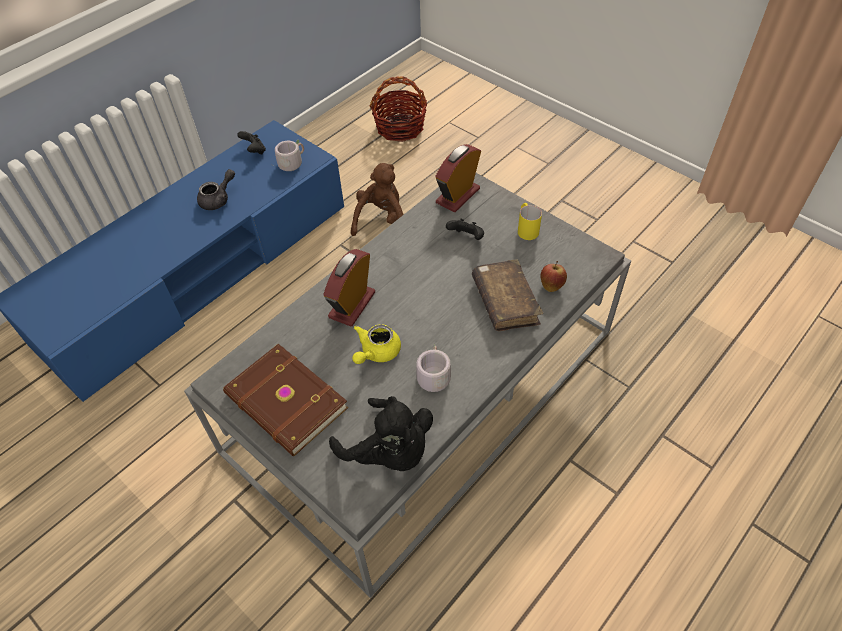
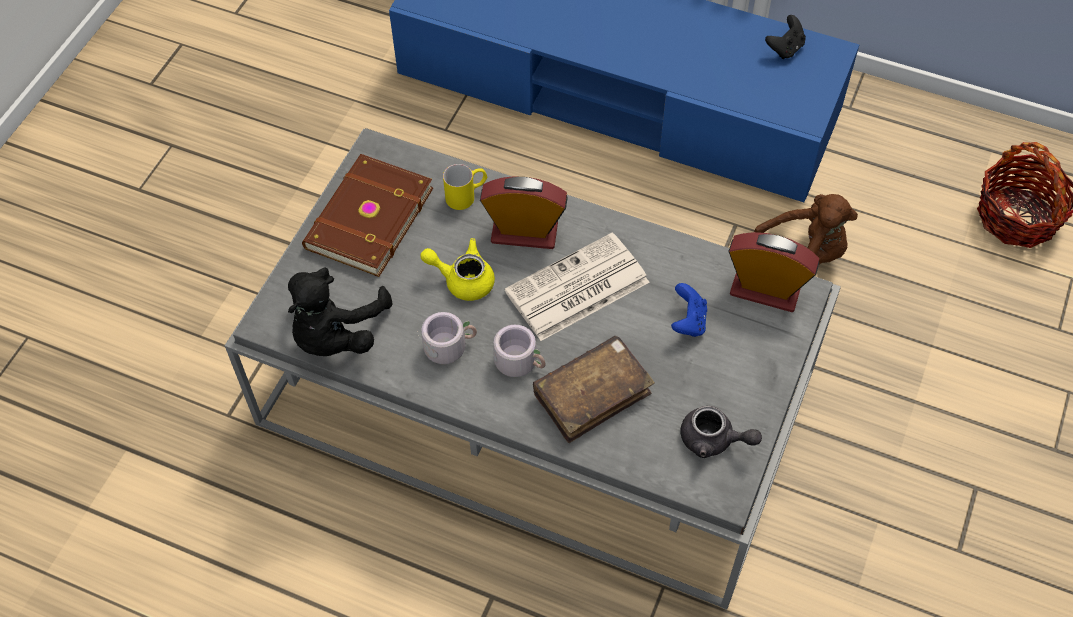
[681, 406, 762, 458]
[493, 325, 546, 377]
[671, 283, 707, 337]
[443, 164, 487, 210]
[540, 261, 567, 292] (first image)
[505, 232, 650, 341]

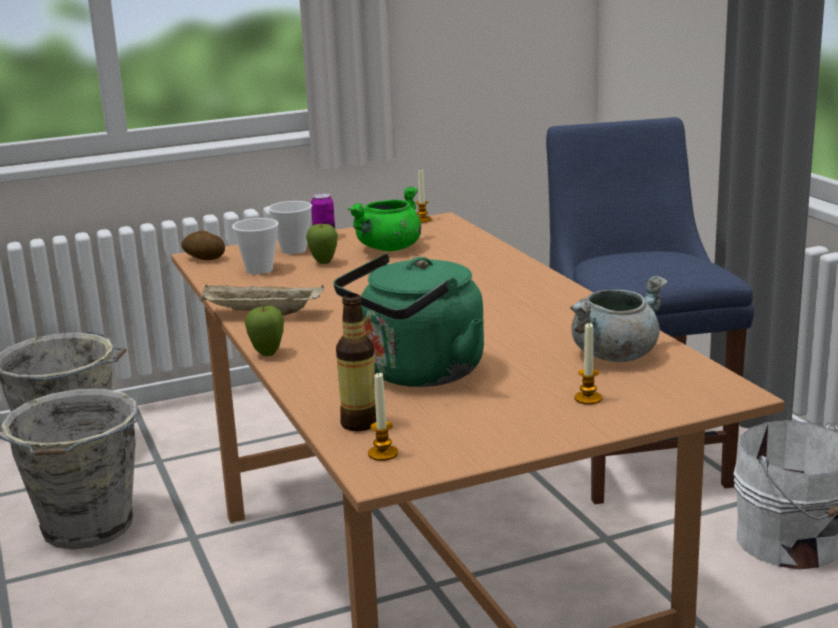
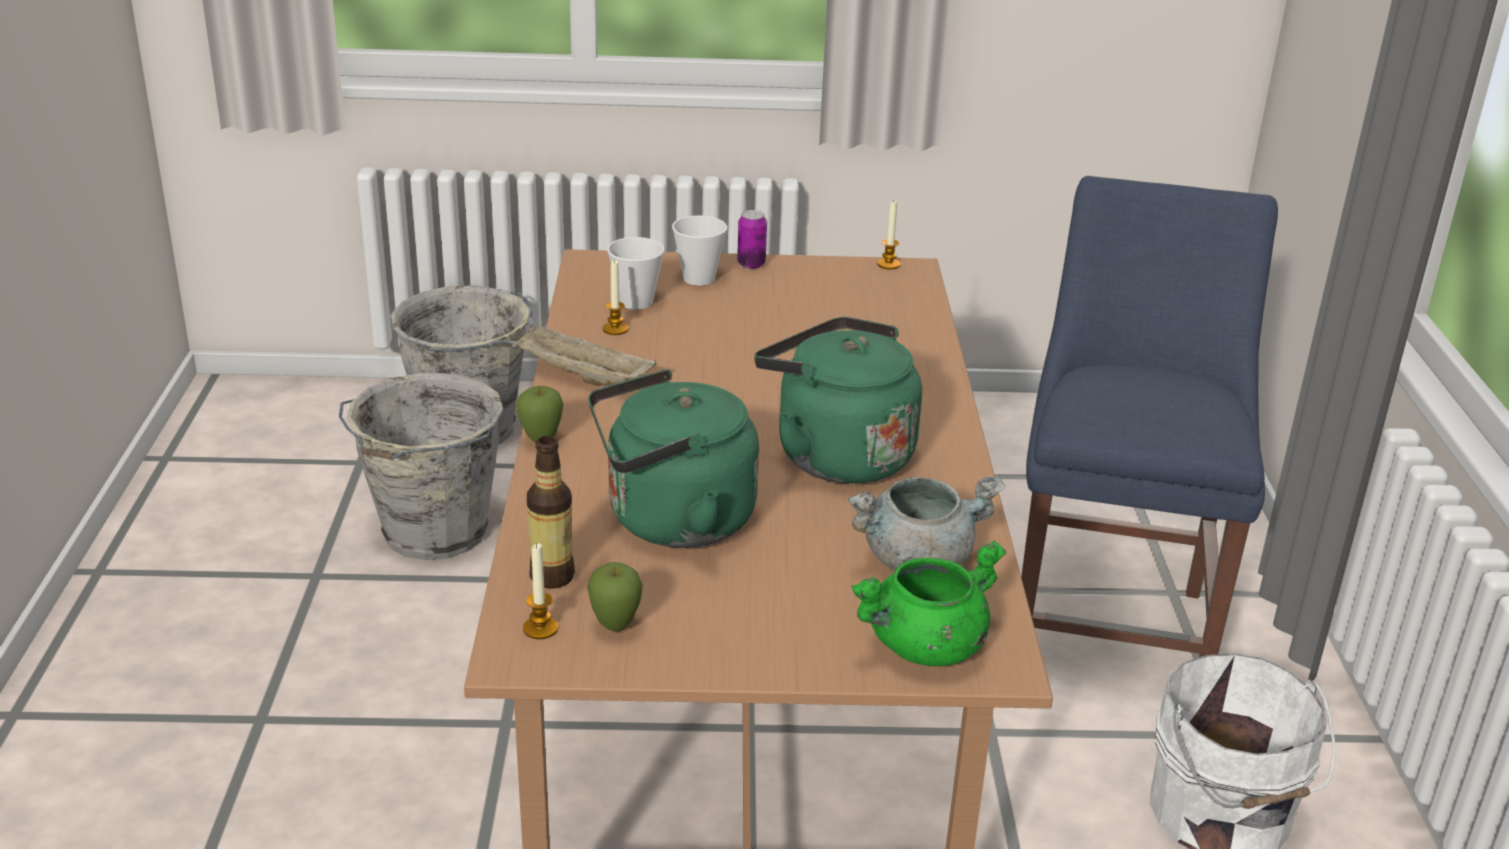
[181, 230, 225, 260] (first image)
[587, 562, 643, 631]
[851, 541, 1006, 667]
[603, 259, 628, 335]
[754, 317, 922, 484]

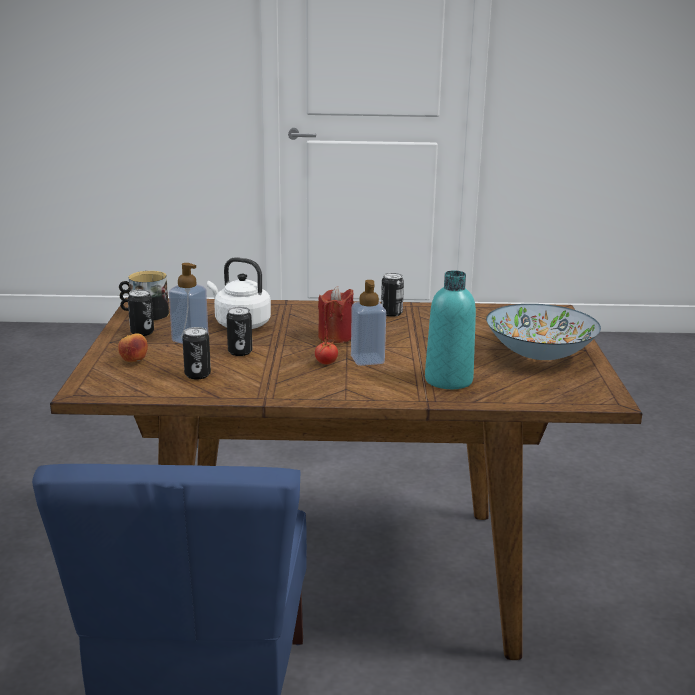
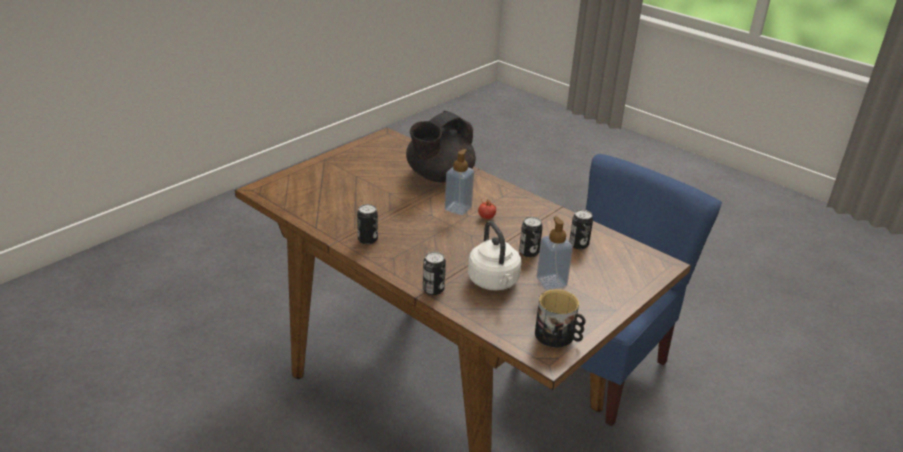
[118, 333, 148, 362] (first image)
[423, 252, 446, 295]
[318, 286, 354, 343] (first image)
[406, 111, 476, 182]
[486, 304, 601, 360] (first image)

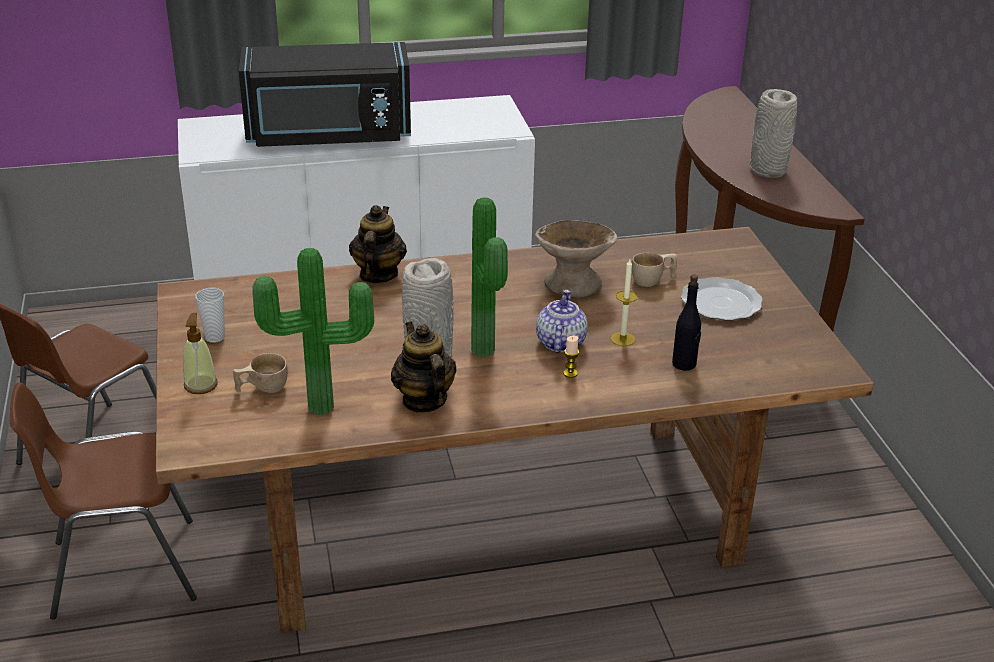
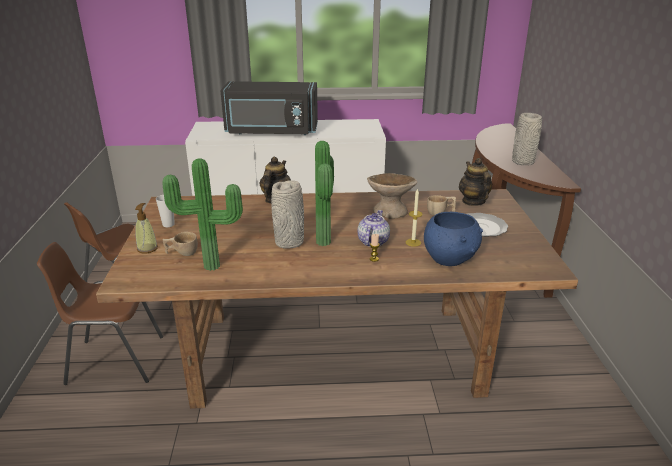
[459, 158, 493, 206]
[424, 212, 483, 266]

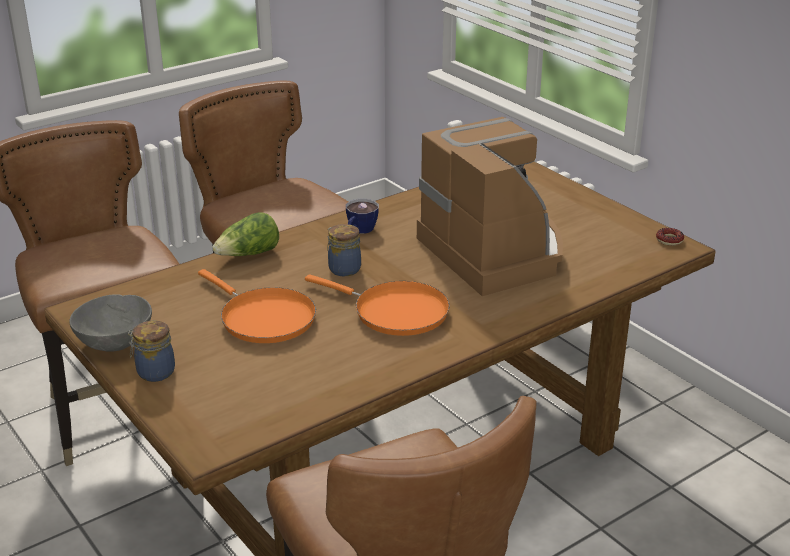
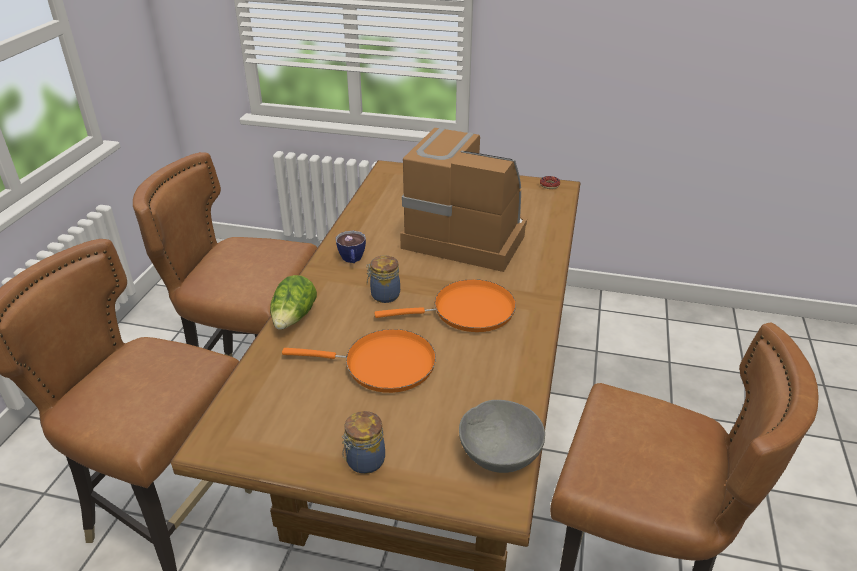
[459, 400, 545, 473]

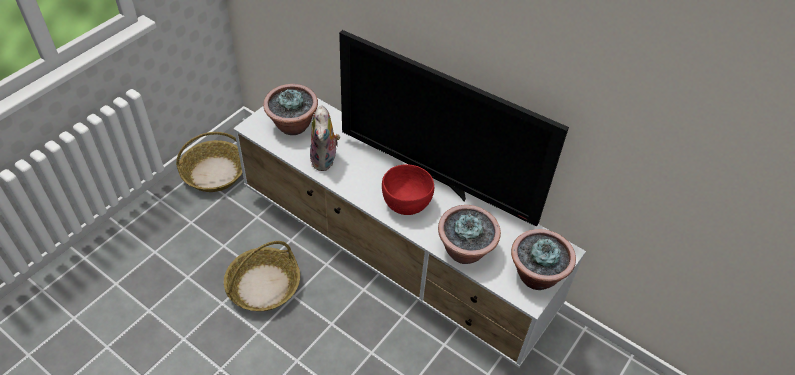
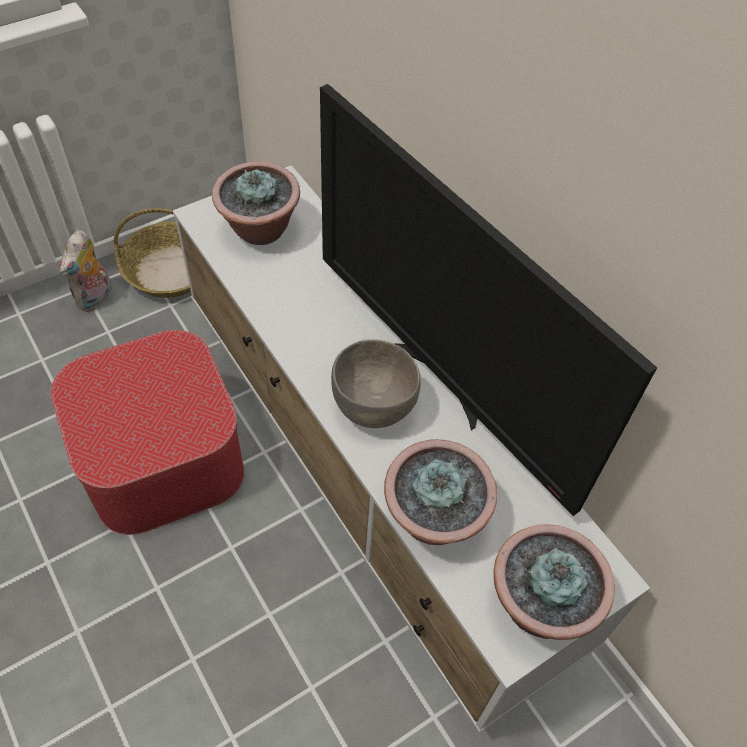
[51, 330, 244, 535]
[60, 230, 113, 312]
[331, 339, 420, 428]

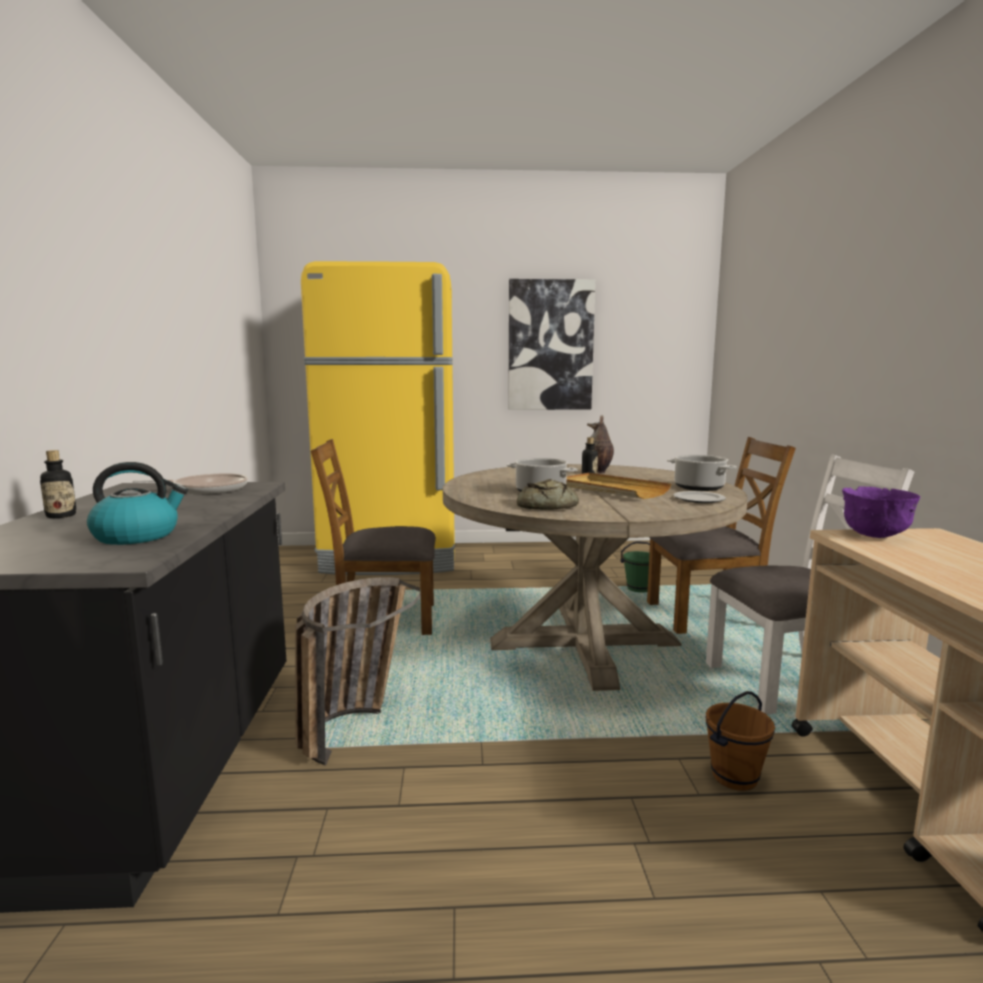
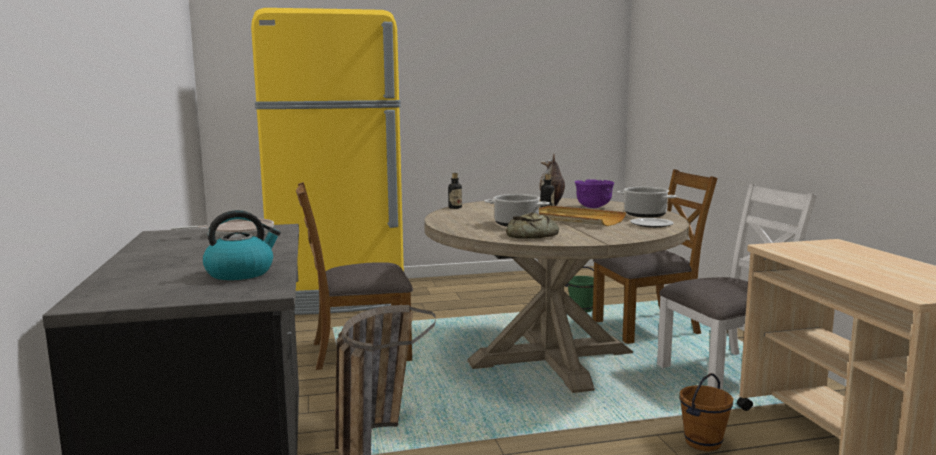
[448, 173, 462, 209]
[508, 279, 595, 410] (first image)
[575, 179, 614, 208]

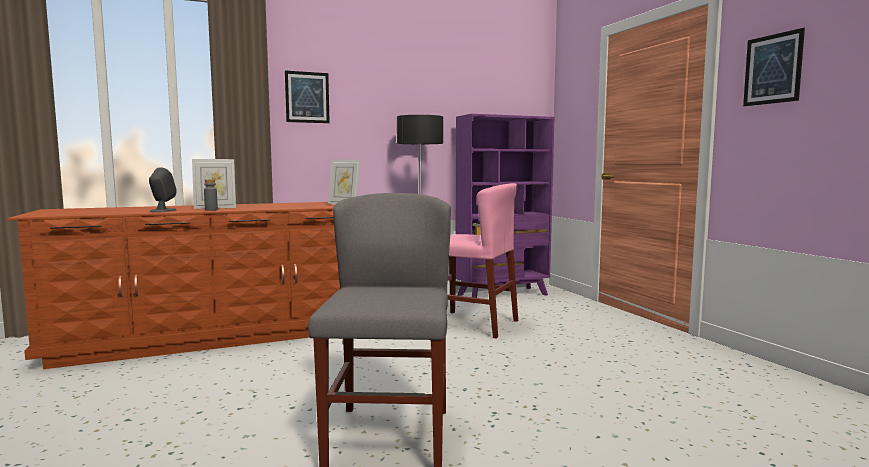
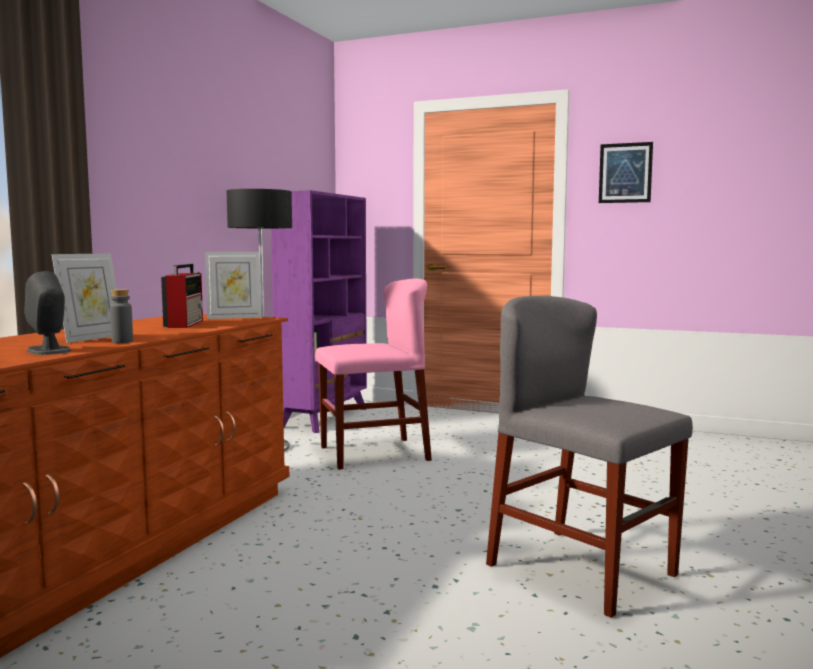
[285, 70, 330, 123] (first image)
[161, 264, 203, 328]

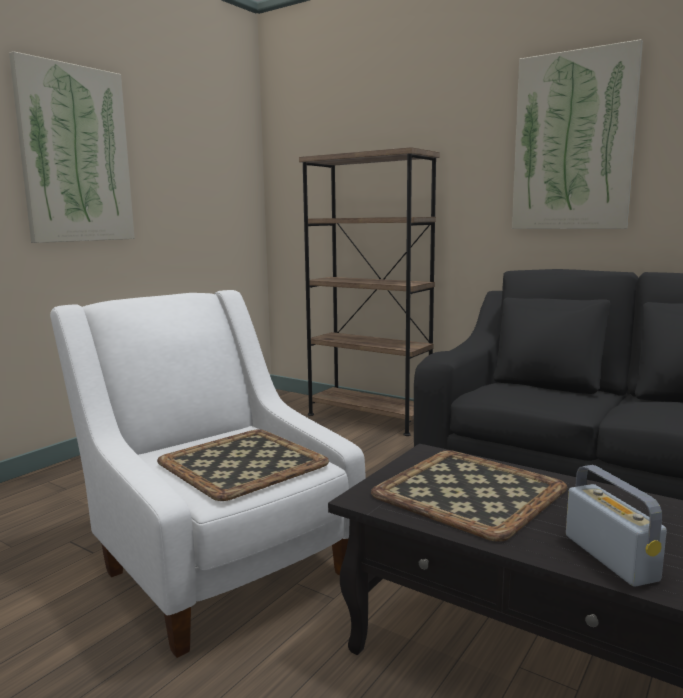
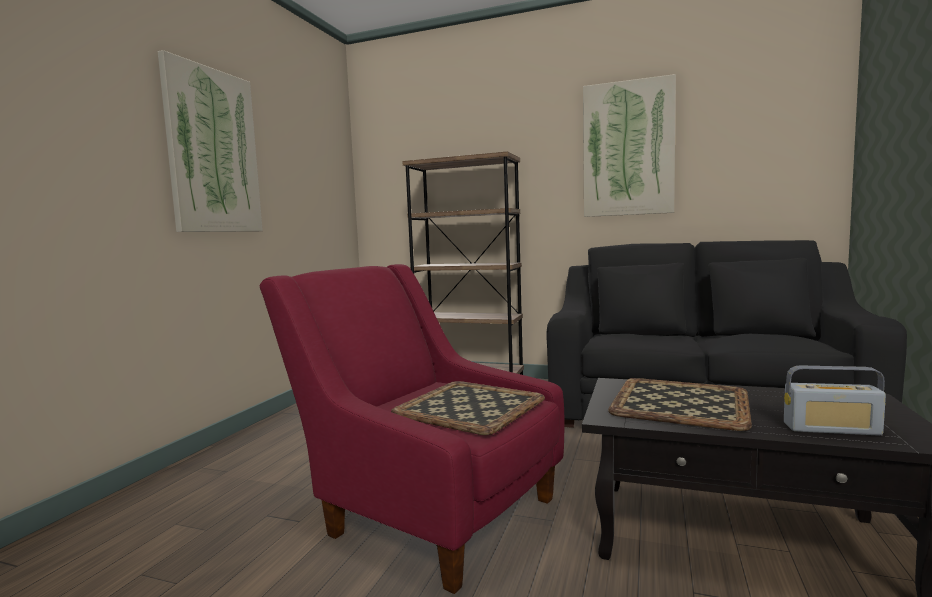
[260, 264, 564, 594]
[784, 365, 886, 436]

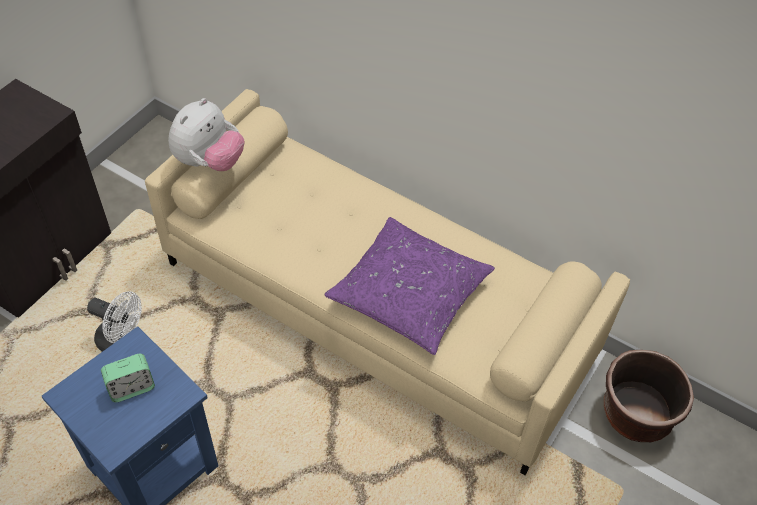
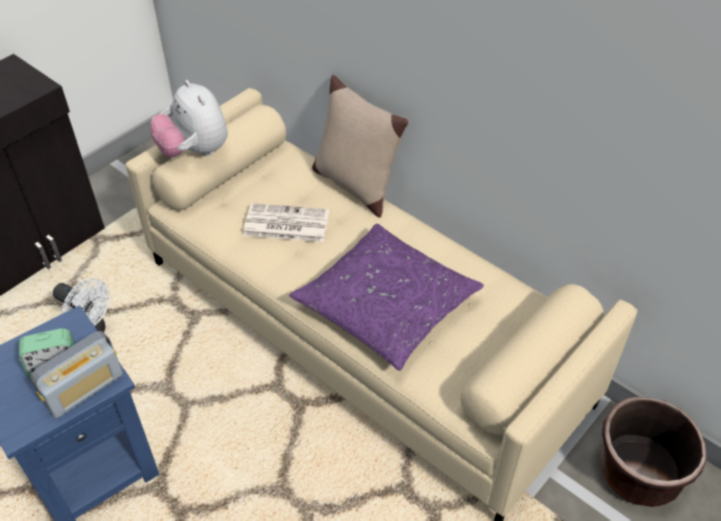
[150, 80, 228, 158]
[31, 331, 123, 418]
[243, 203, 329, 242]
[312, 75, 409, 218]

